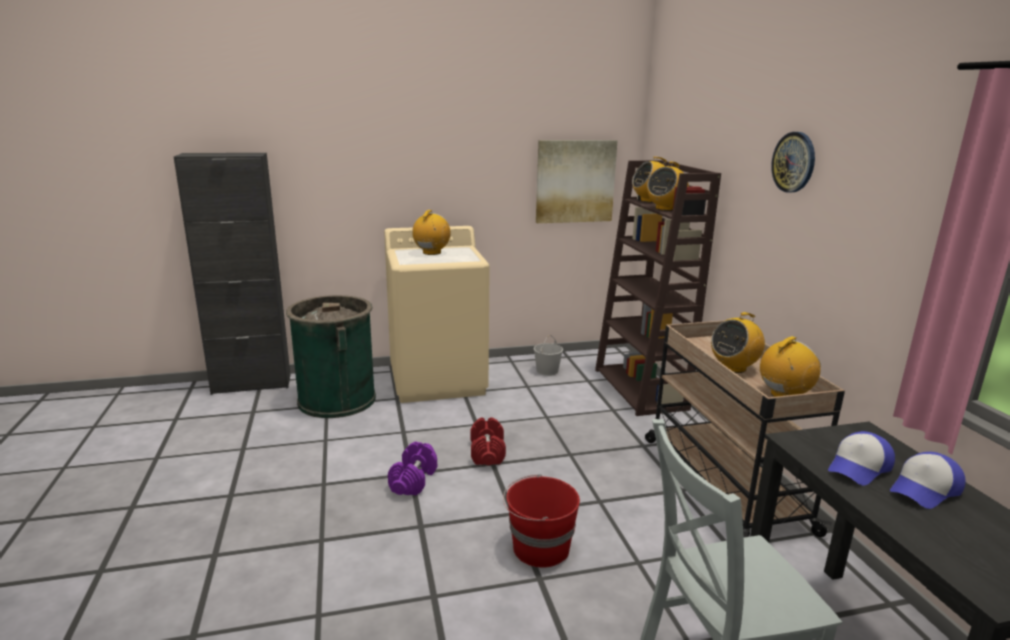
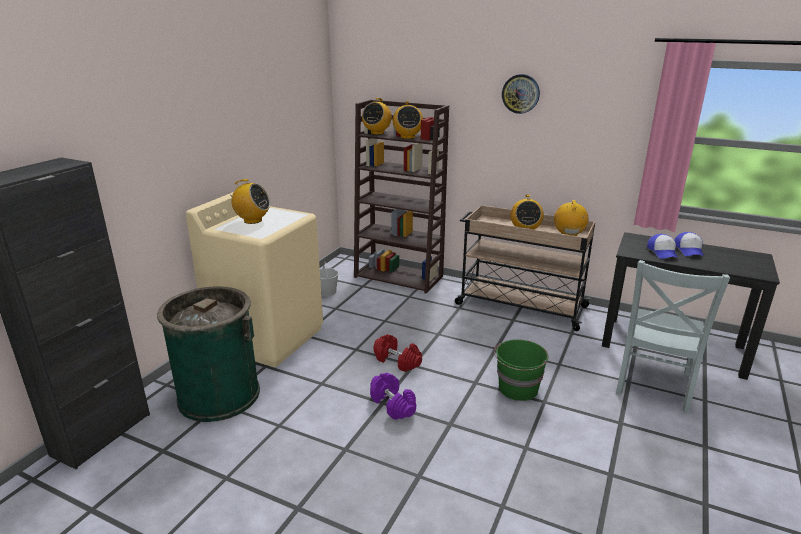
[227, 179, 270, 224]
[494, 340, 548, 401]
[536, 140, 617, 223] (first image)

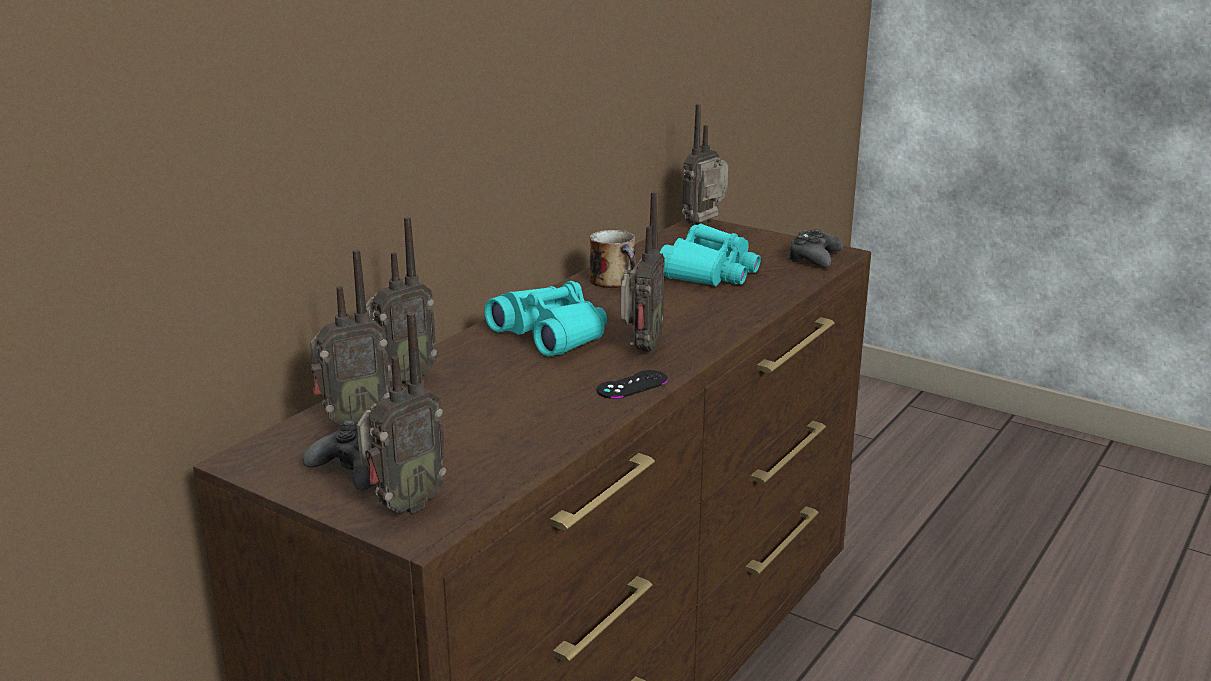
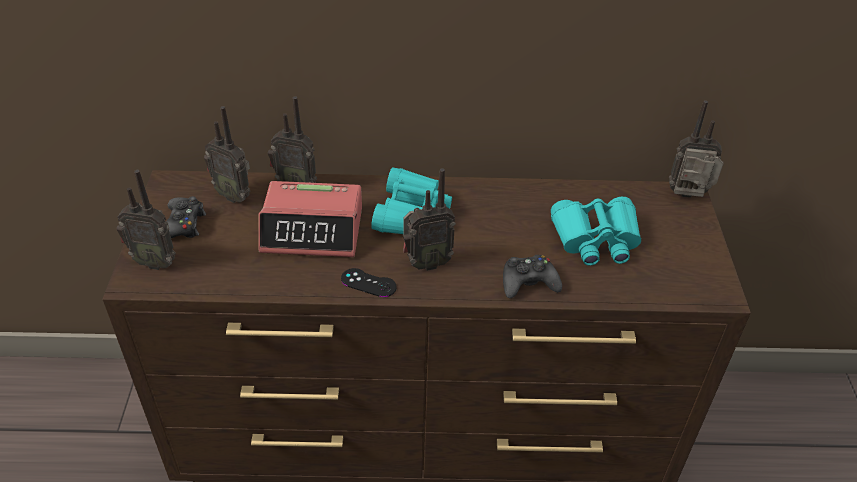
[589, 230, 636, 288] (first image)
[503, 255, 562, 298]
[259, 181, 362, 257]

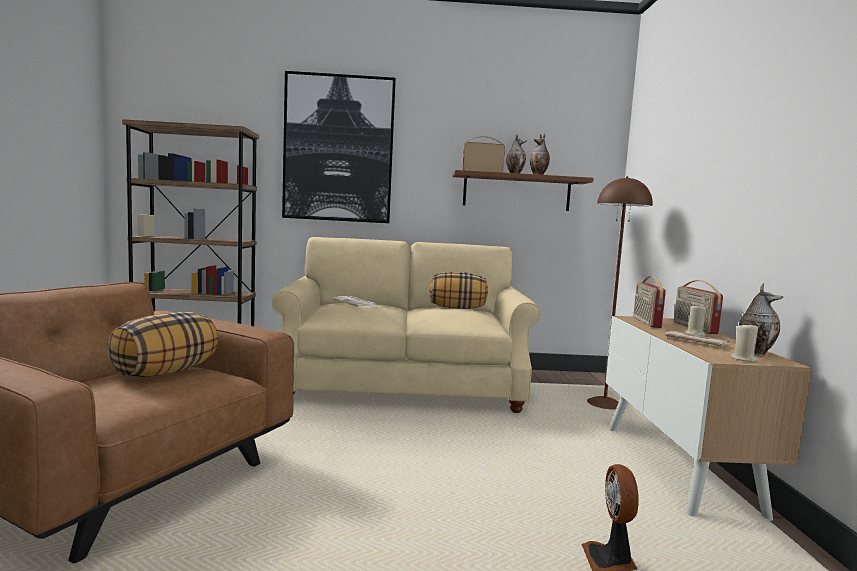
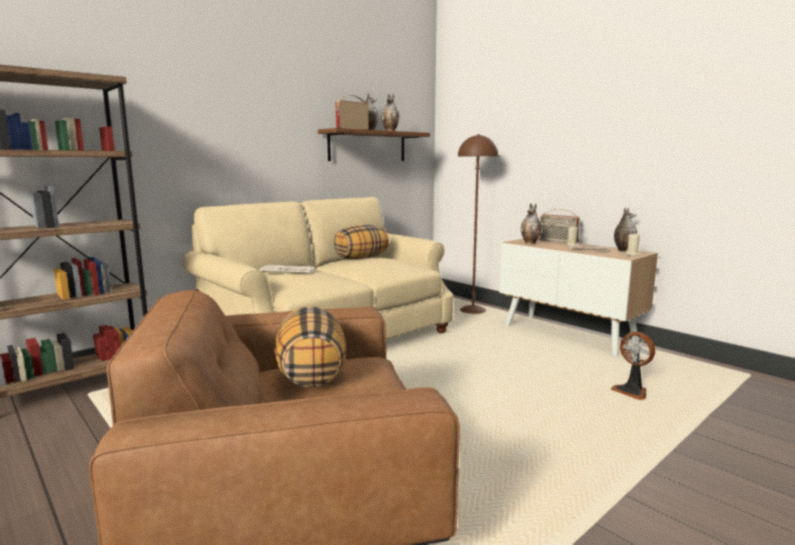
[282, 71, 396, 223] (first image)
[521, 204, 541, 244]

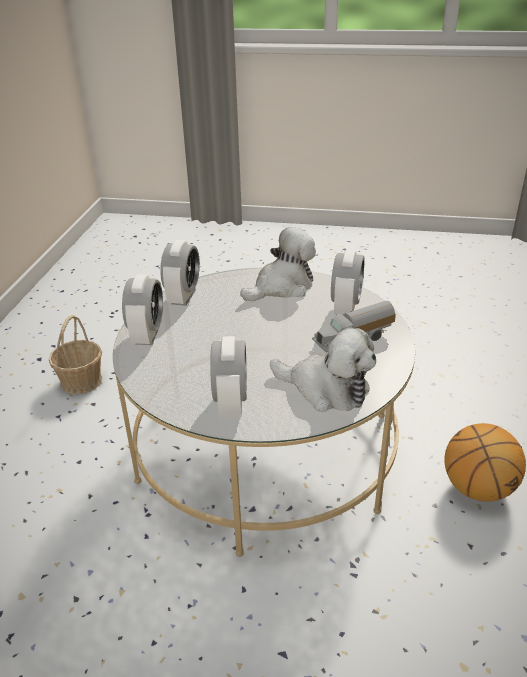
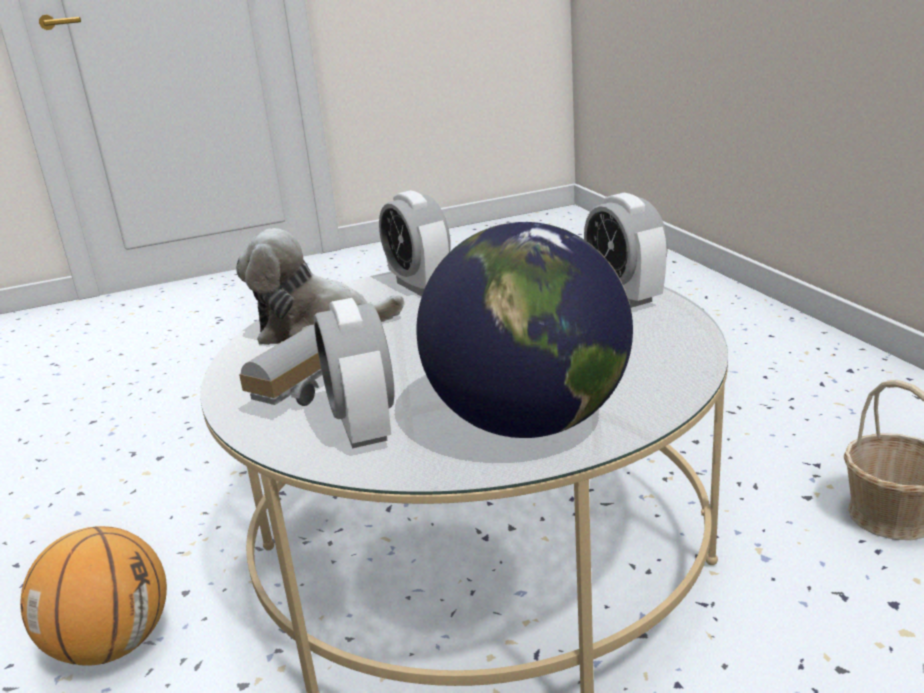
[160, 240, 200, 306] (first image)
[416, 222, 633, 438]

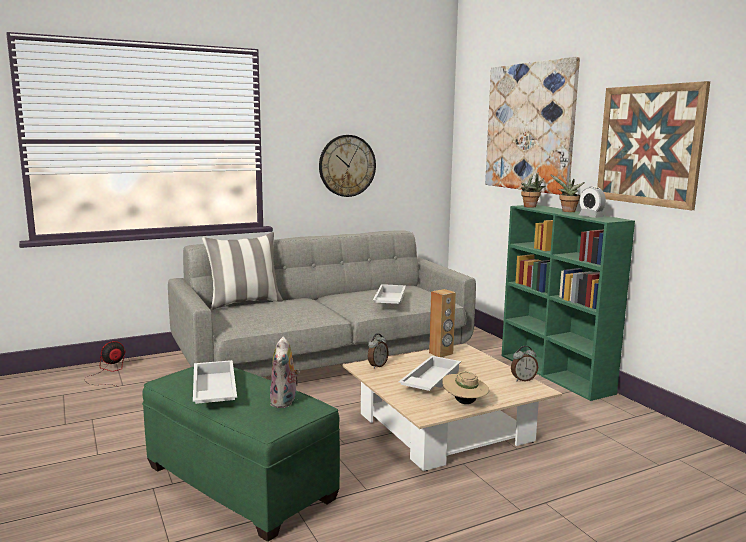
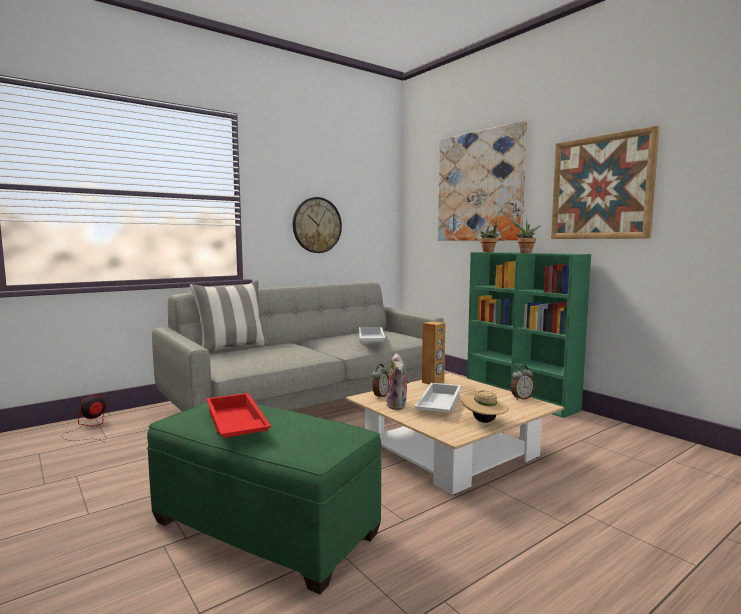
[206, 393, 271, 438]
[386, 353, 410, 410]
[579, 187, 606, 218] (first image)

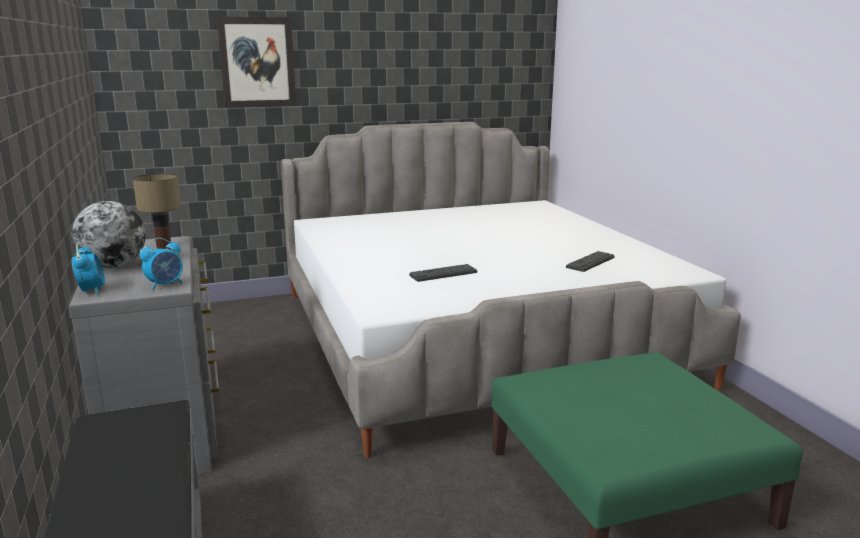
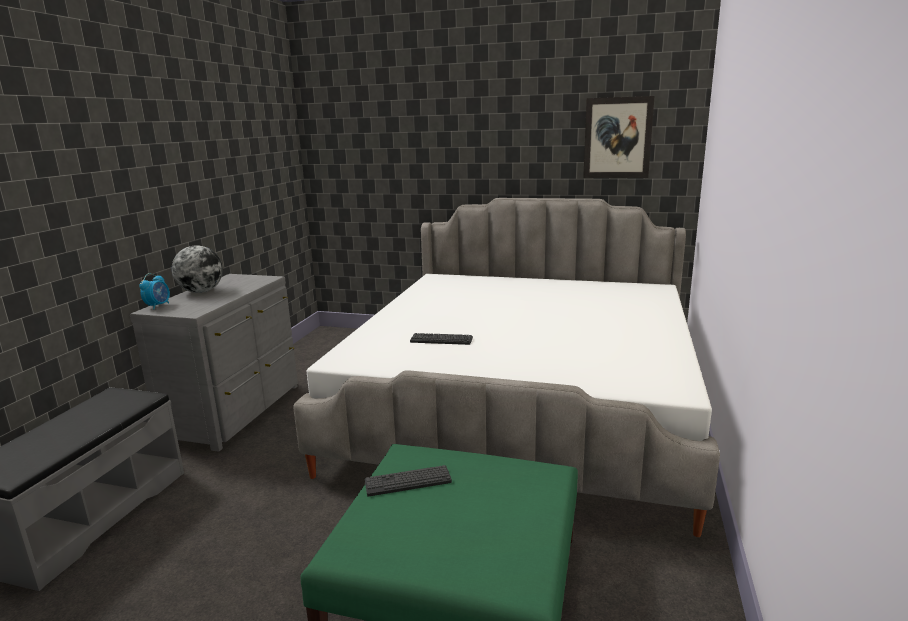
[133, 173, 181, 249] (first image)
[140, 238, 183, 290] (first image)
[583, 96, 655, 178]
[365, 465, 452, 496]

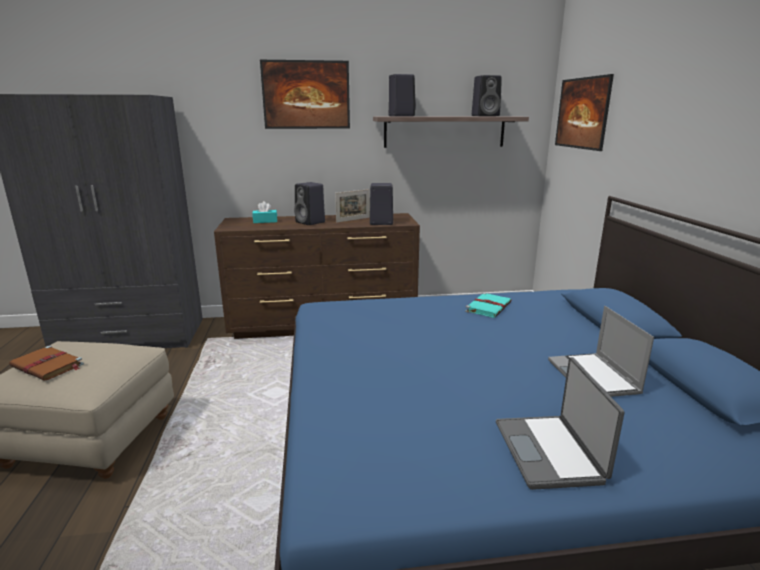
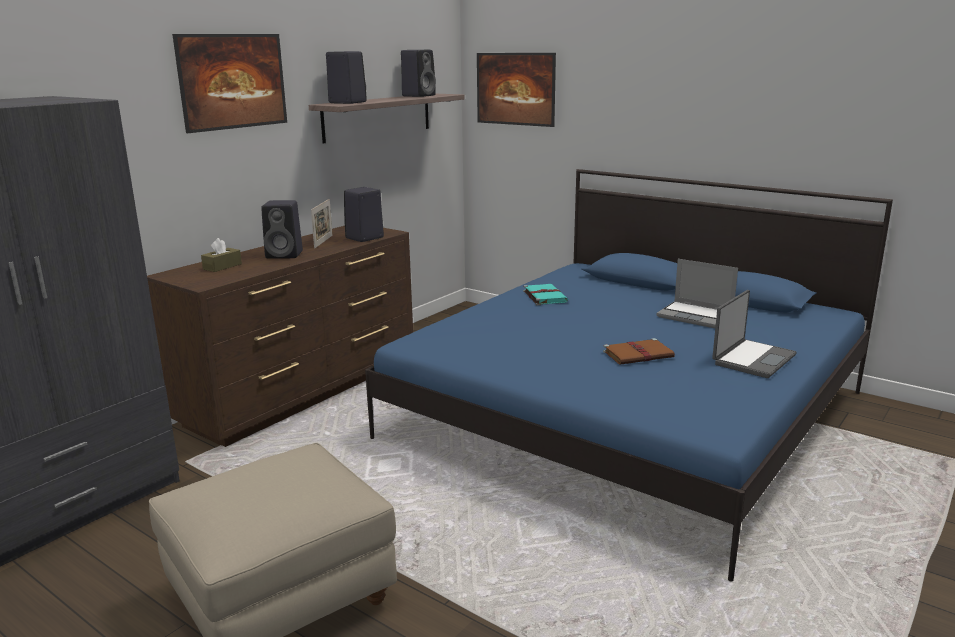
[603, 338, 675, 365]
[201, 238, 242, 272]
[712, 290, 797, 378]

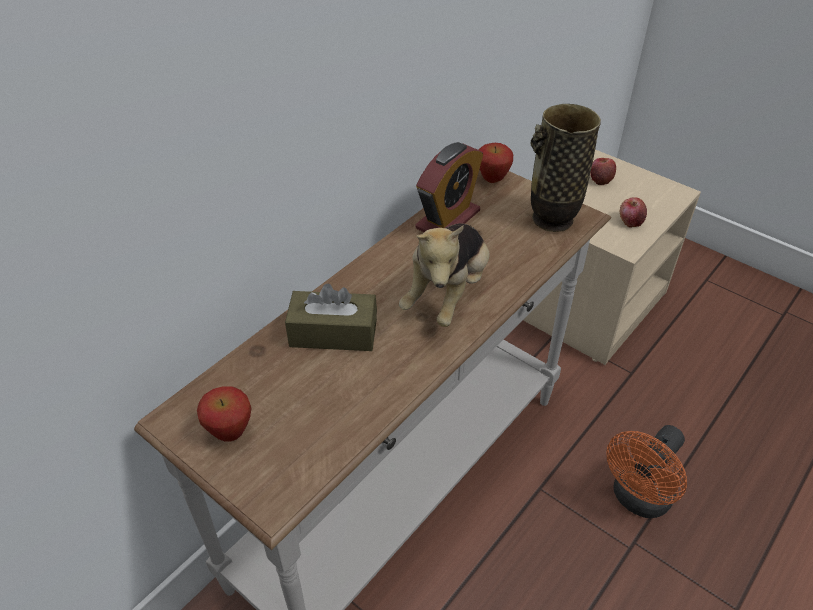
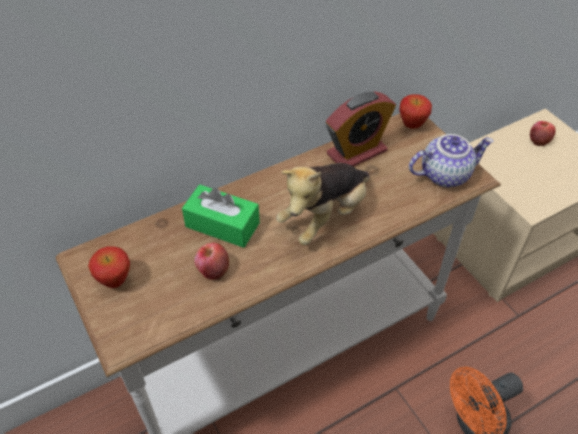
[182, 184, 260, 248]
[409, 134, 493, 187]
[194, 242, 229, 280]

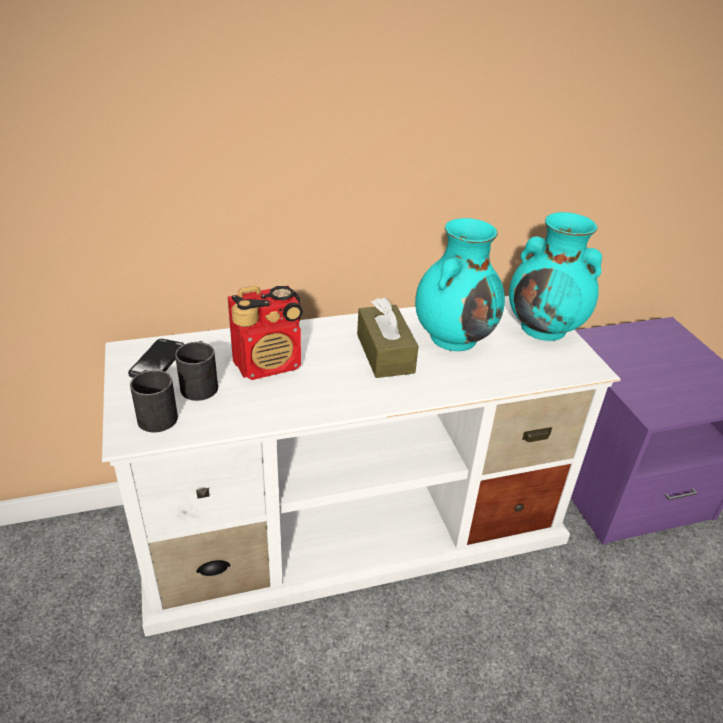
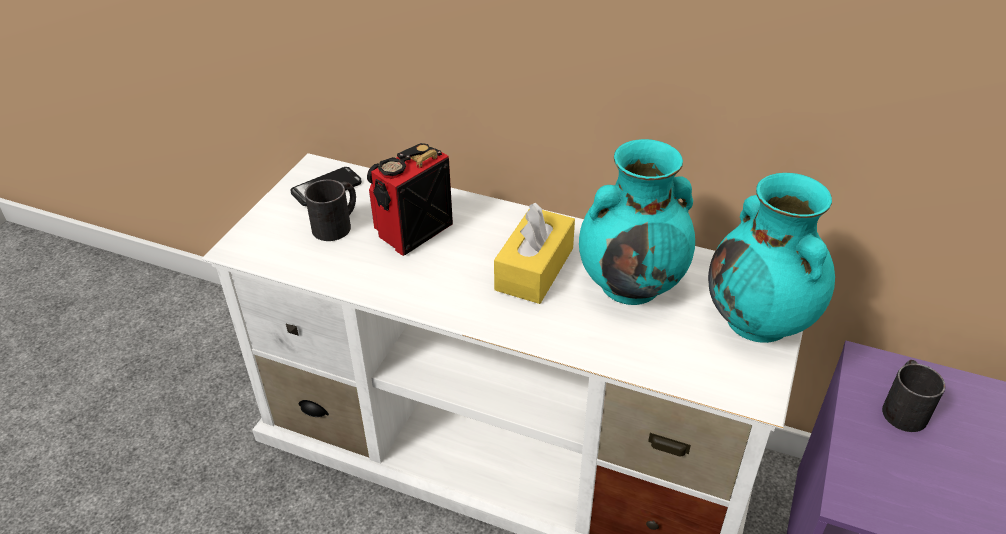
[882, 360, 946, 432]
[367, 143, 453, 256]
[494, 203, 575, 304]

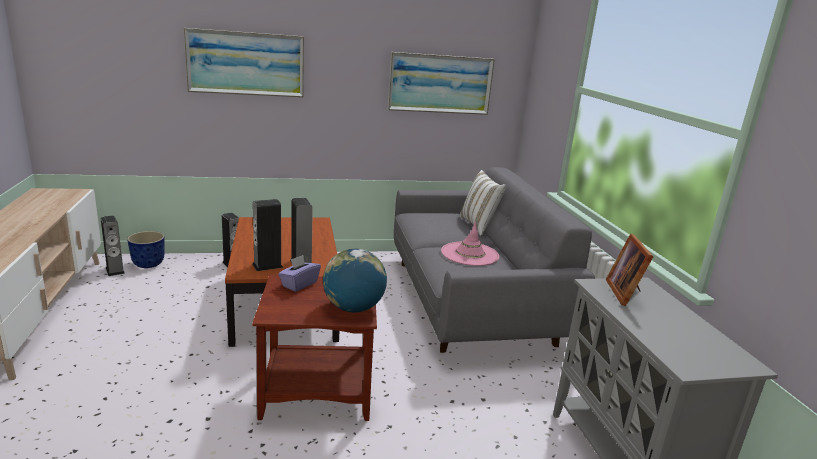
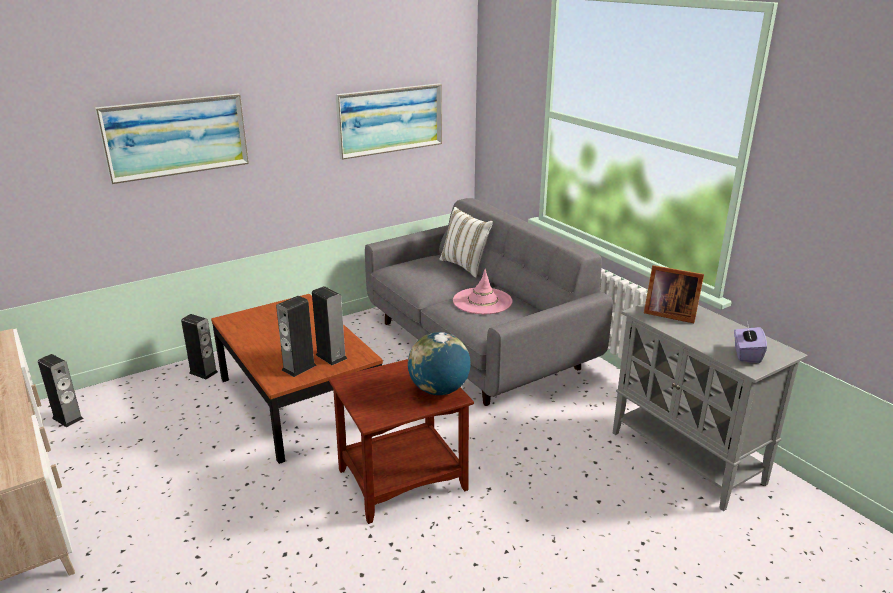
[127, 231, 164, 268] (first image)
[734, 326, 767, 363]
[644, 265, 704, 323]

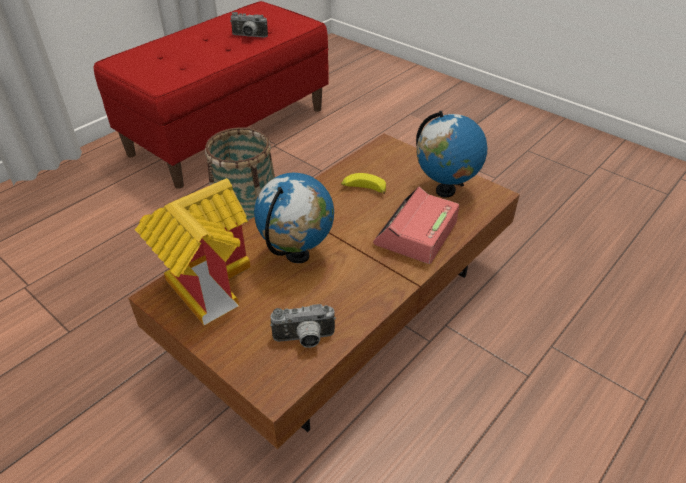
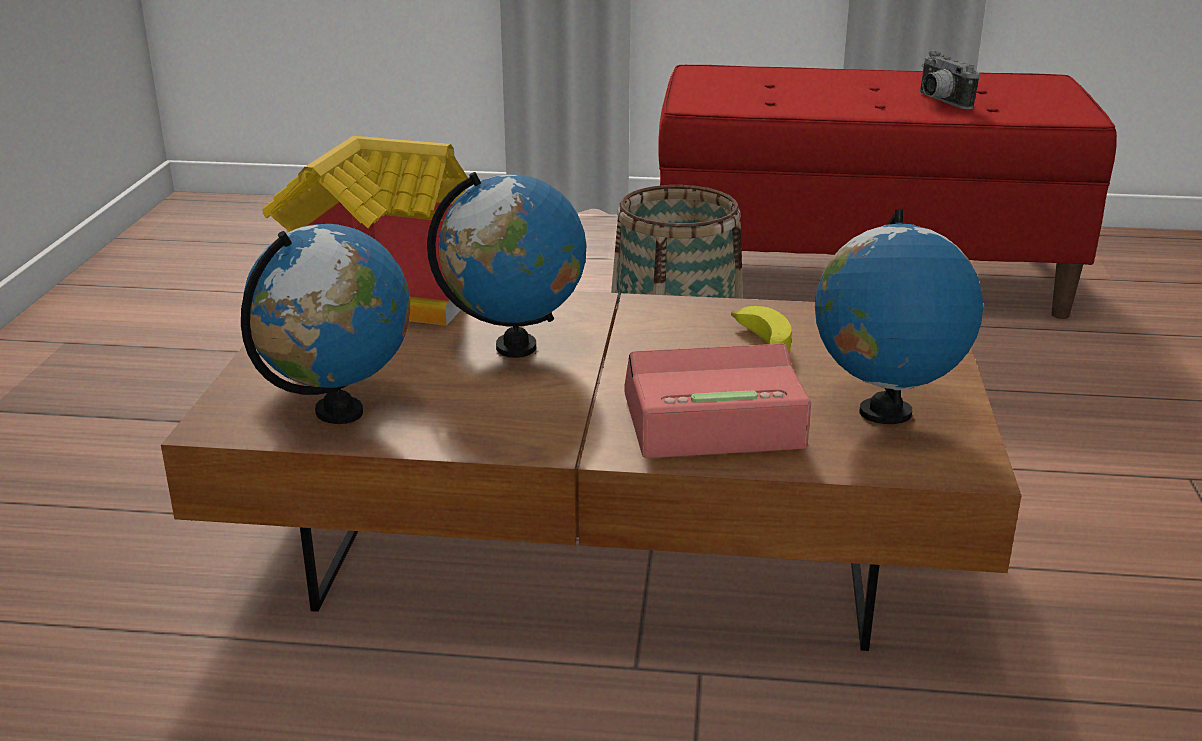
[241, 224, 410, 424]

